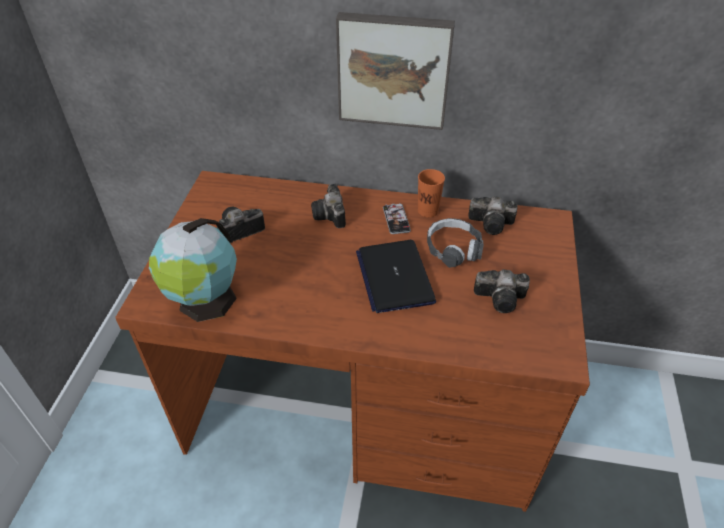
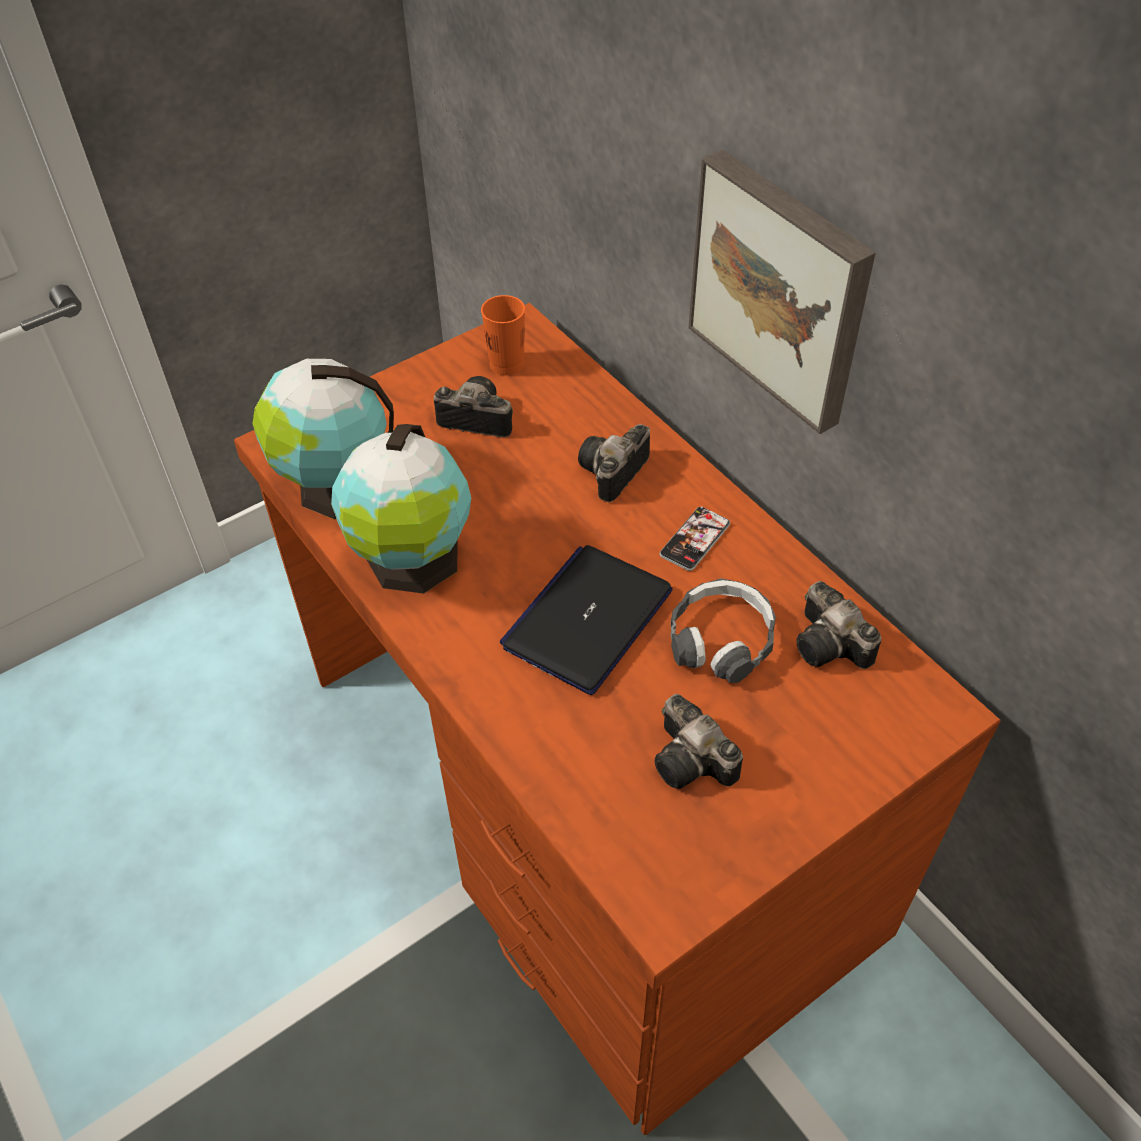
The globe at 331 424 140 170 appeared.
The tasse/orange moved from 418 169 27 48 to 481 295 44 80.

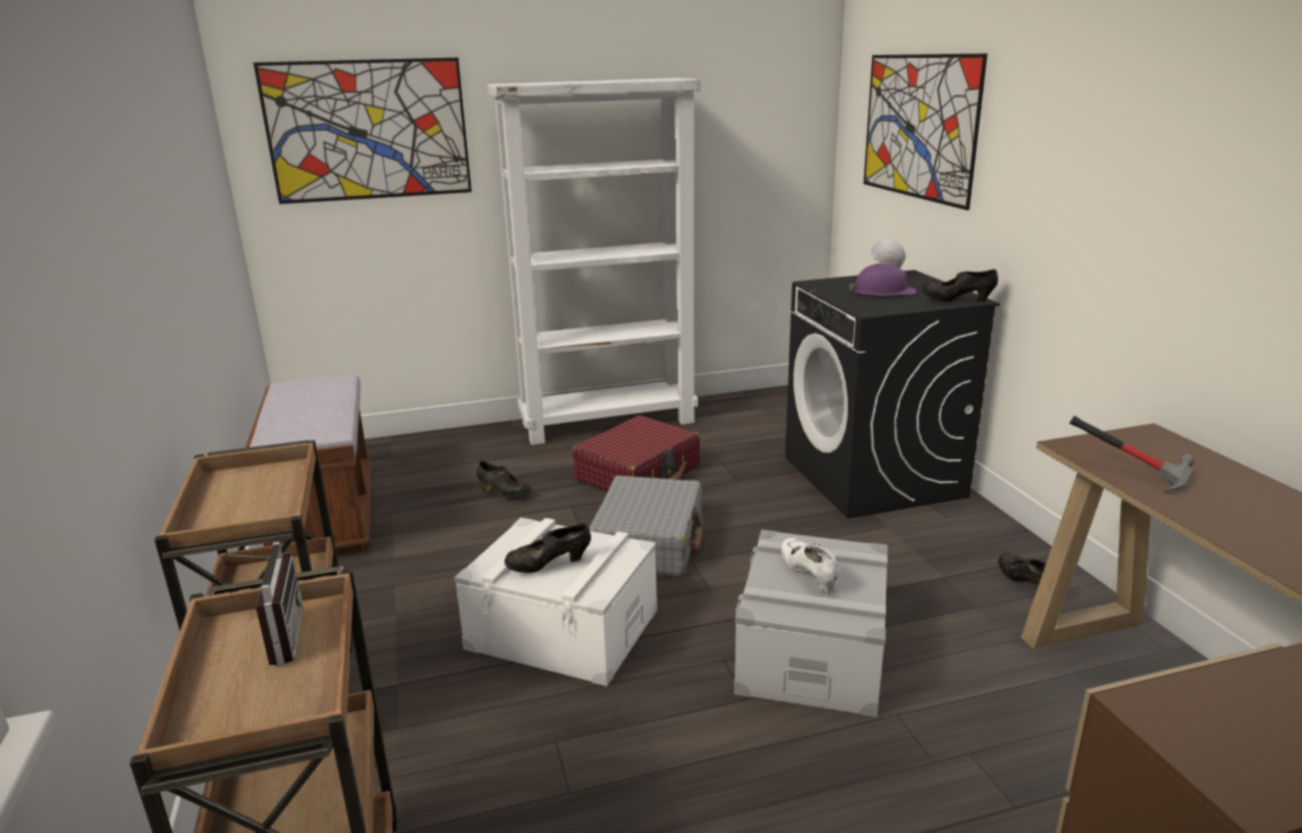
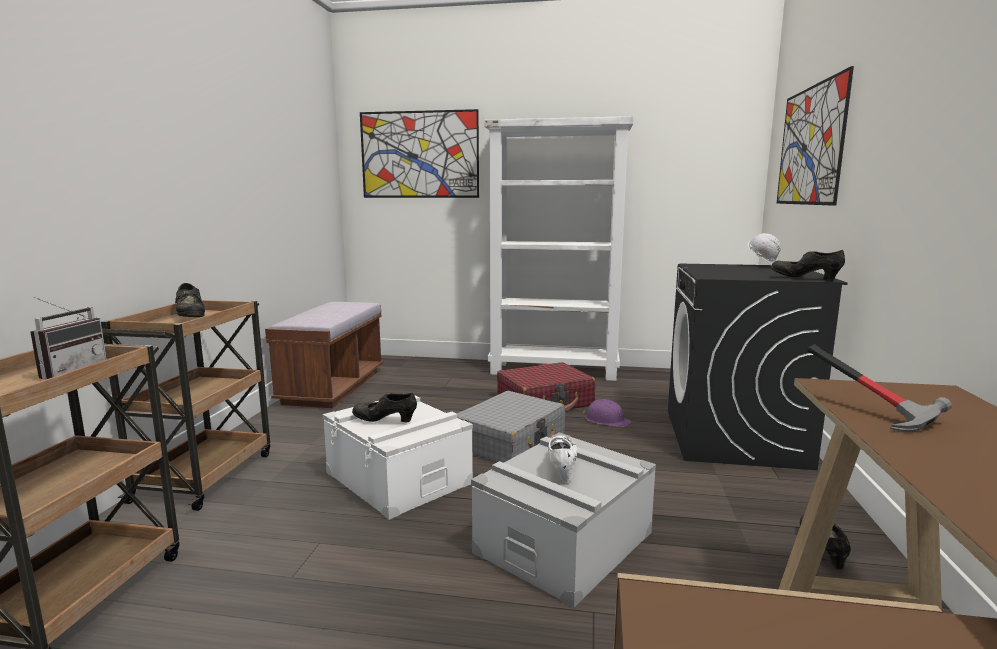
The chaussure/noir moved from 477 461 54 36 to 175 283 30 34.
The casque de chantier/violet moved from 849 264 68 32 to 583 399 49 28.

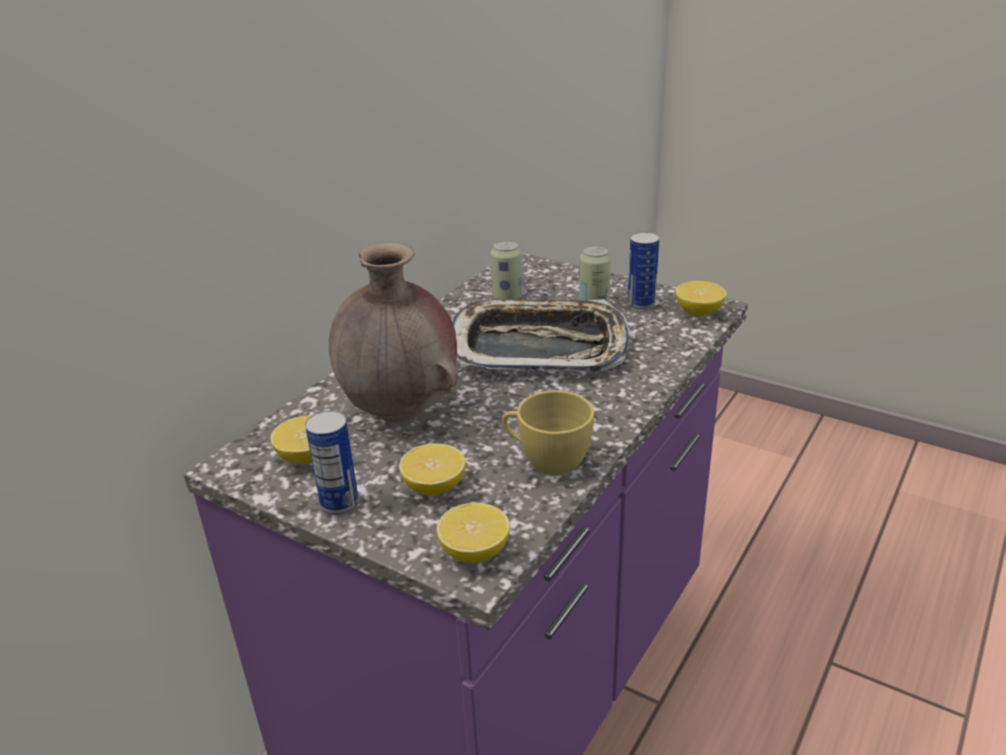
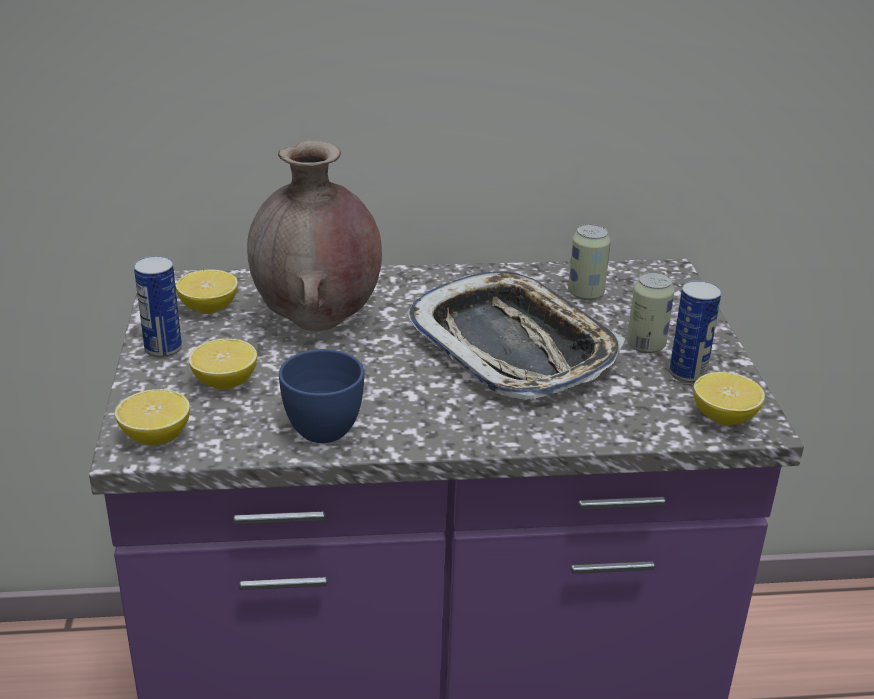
The tasse/jaune at 502 391 92 85 became the tasse/bleu at 279 349 85 94.

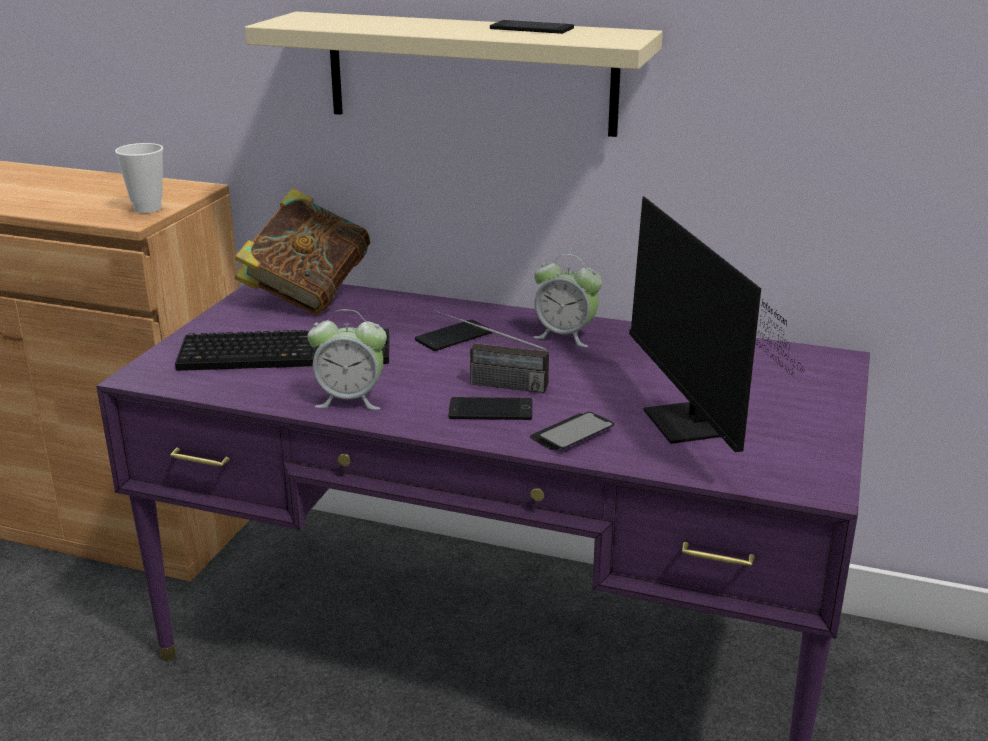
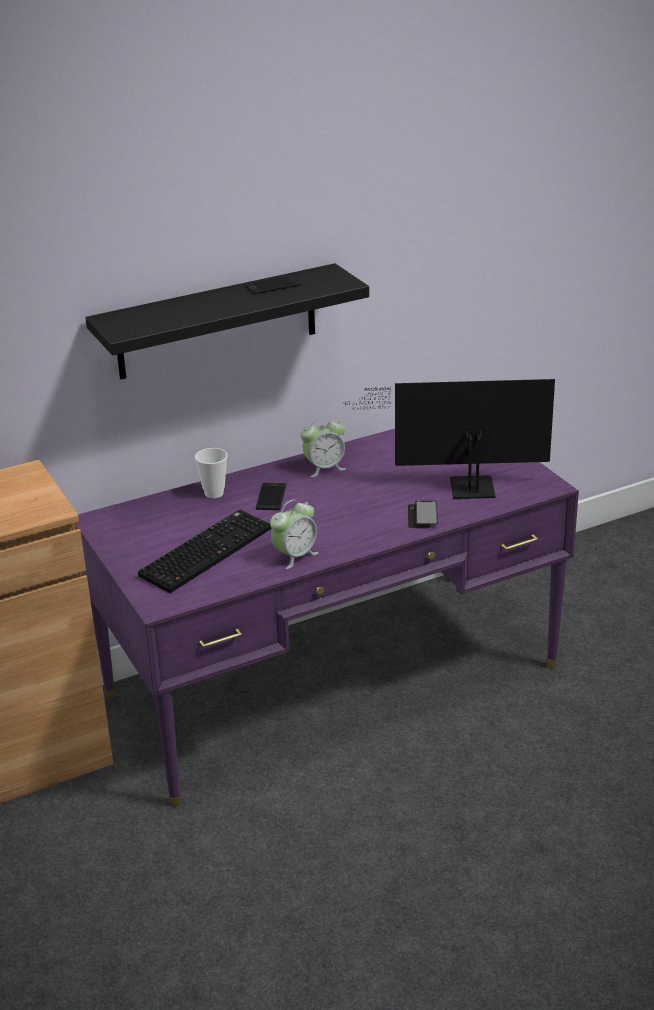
The livre at 235 188 135 126 disappeared.
The radio at 434 310 115 83 disappeared.
The téléphone at 448 397 84 23 disappeared.
The tasse moved from 115 143 48 70 to 195 448 33 50.
The étagère/beige at 245 11 418 126 became the étagère/noir at 85 263 284 116.
The écran d'ordinateur at 629 196 176 256 turned 150 degrees clockwise.

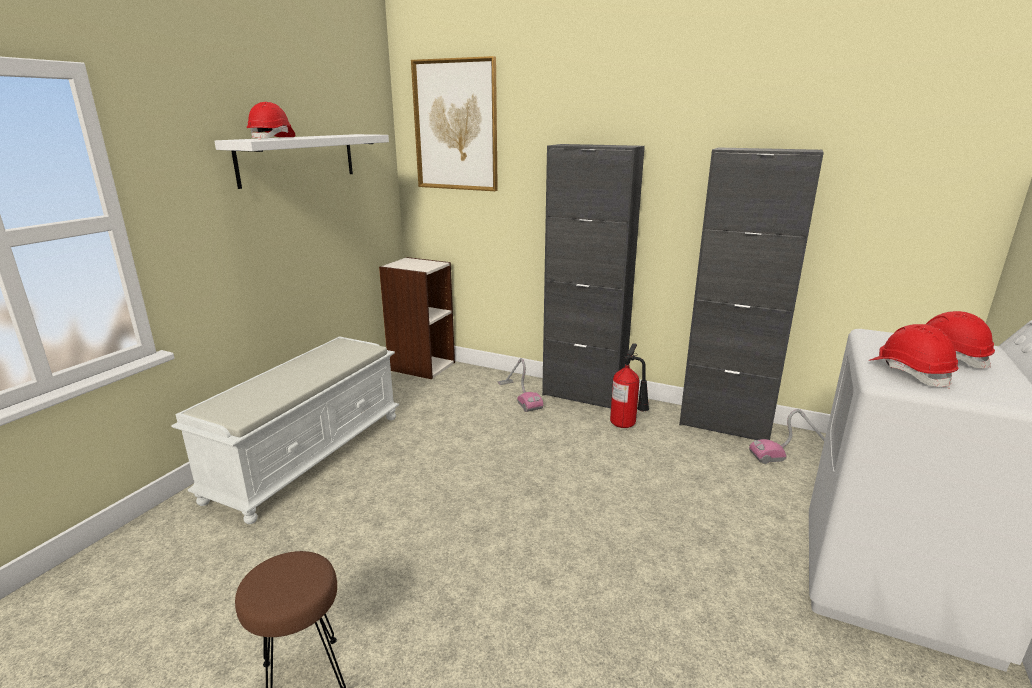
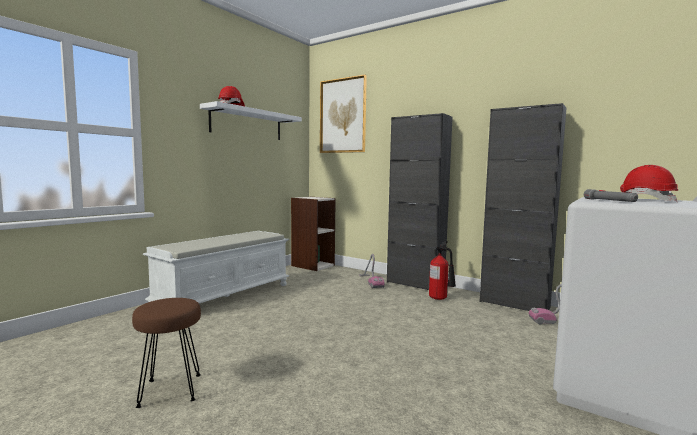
The casque de chantier/rouge at 868 324 90 65 was replaced by the lampe de poche/gris at 584 189 54 13.

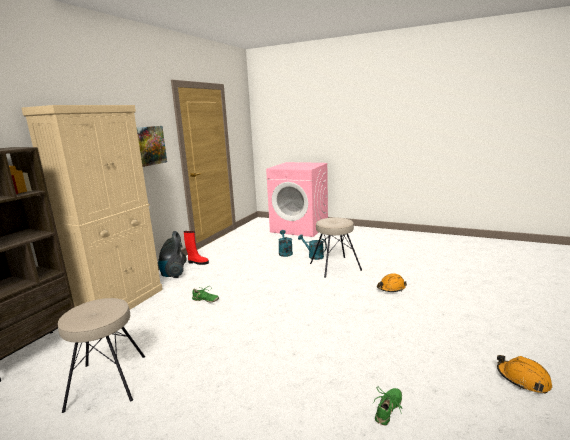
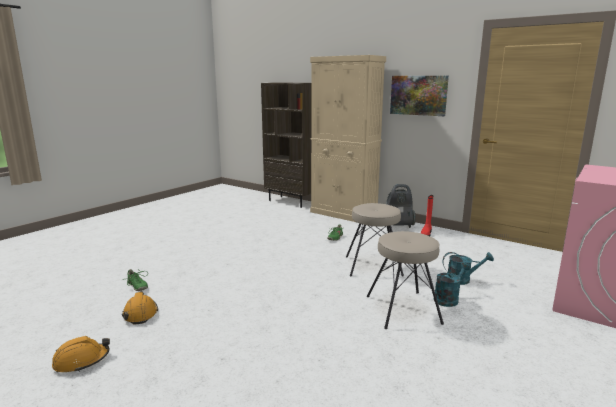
The tabouret/beige moved from 58 298 87 115 to 346 203 58 73.
The casque de chantier/orange moved from 377 273 30 19 to 122 291 36 33.

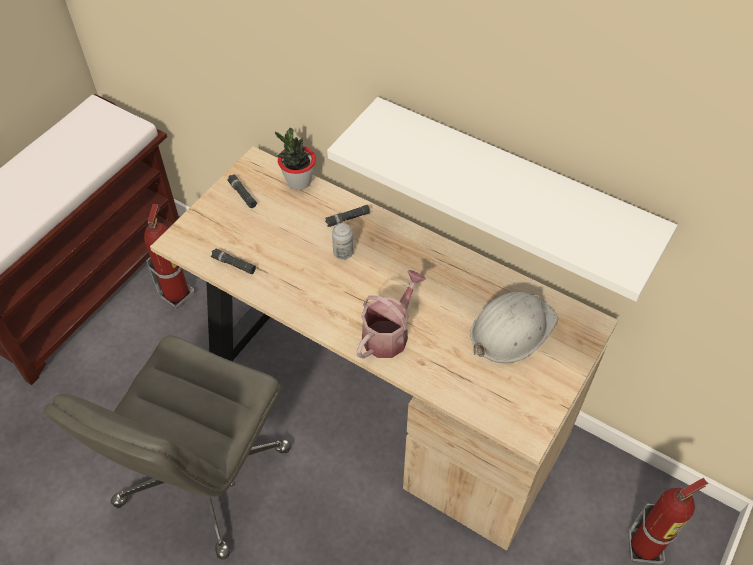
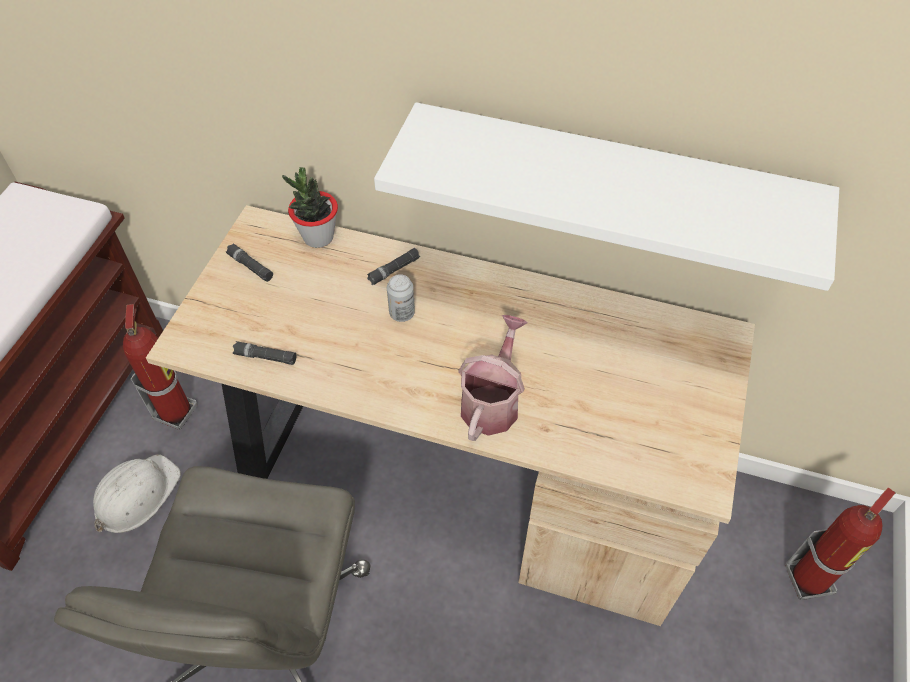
The casque de chantier/blanc moved from 470 292 88 71 to 93 454 88 79.

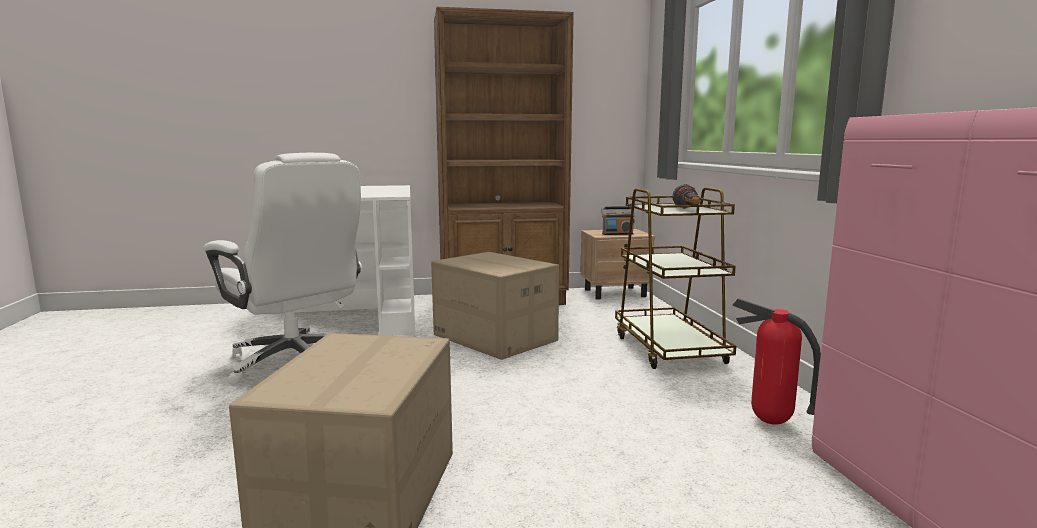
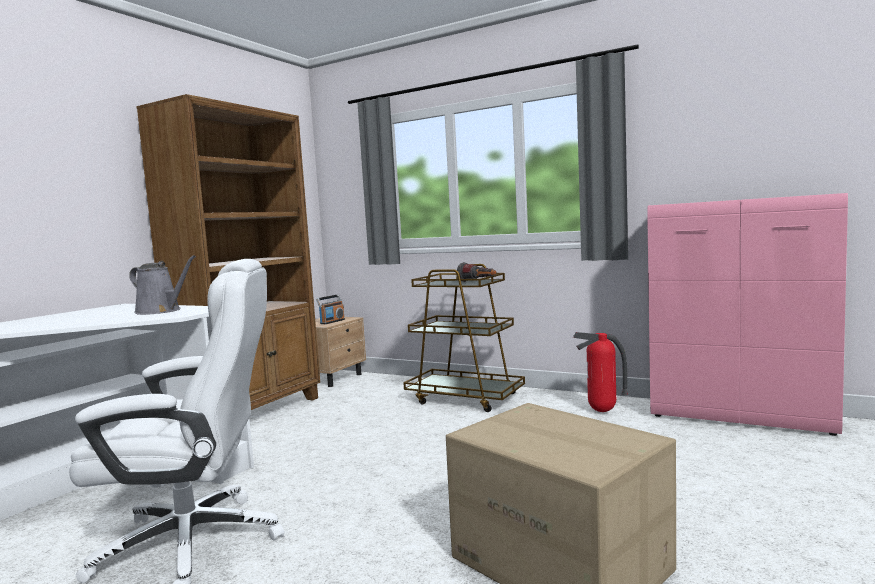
The carton at 431 252 128 108 disappeared.
The arrosoir/gris at 129 255 67 60 appeared.

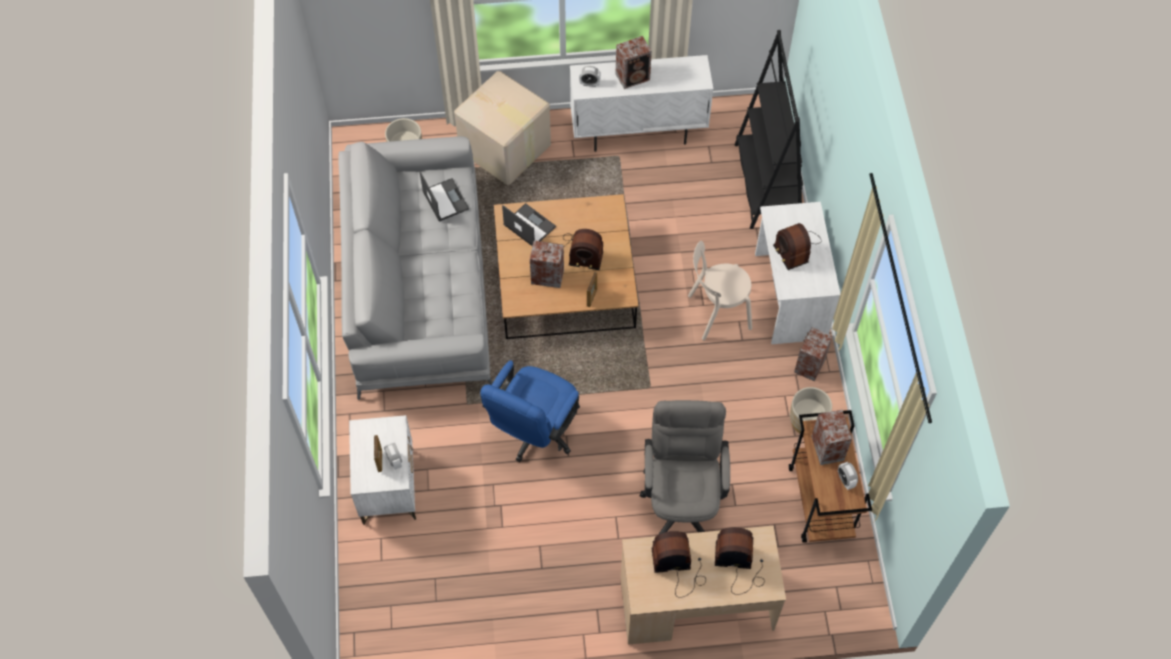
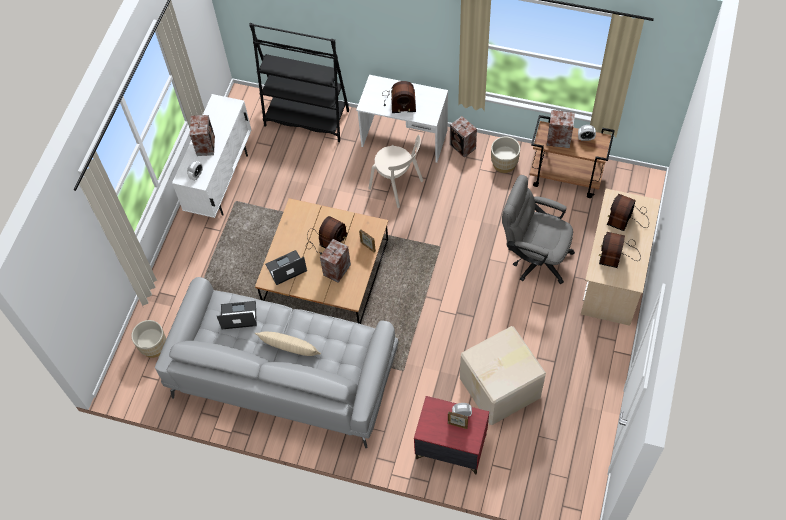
The chaise de bureau/bleu at 480 360 100 102 disappeared.
The coussin/beige at 255 332 66 24 appeared.
The carton moved from 454 71 97 114 to 460 326 86 99.
The table de chevet/blanc at 349 415 67 110 became the table de chevet/rouge at 414 396 75 78.
The chaise/beige at 688 241 64 99 turned 60 degrees counterclockwise.

